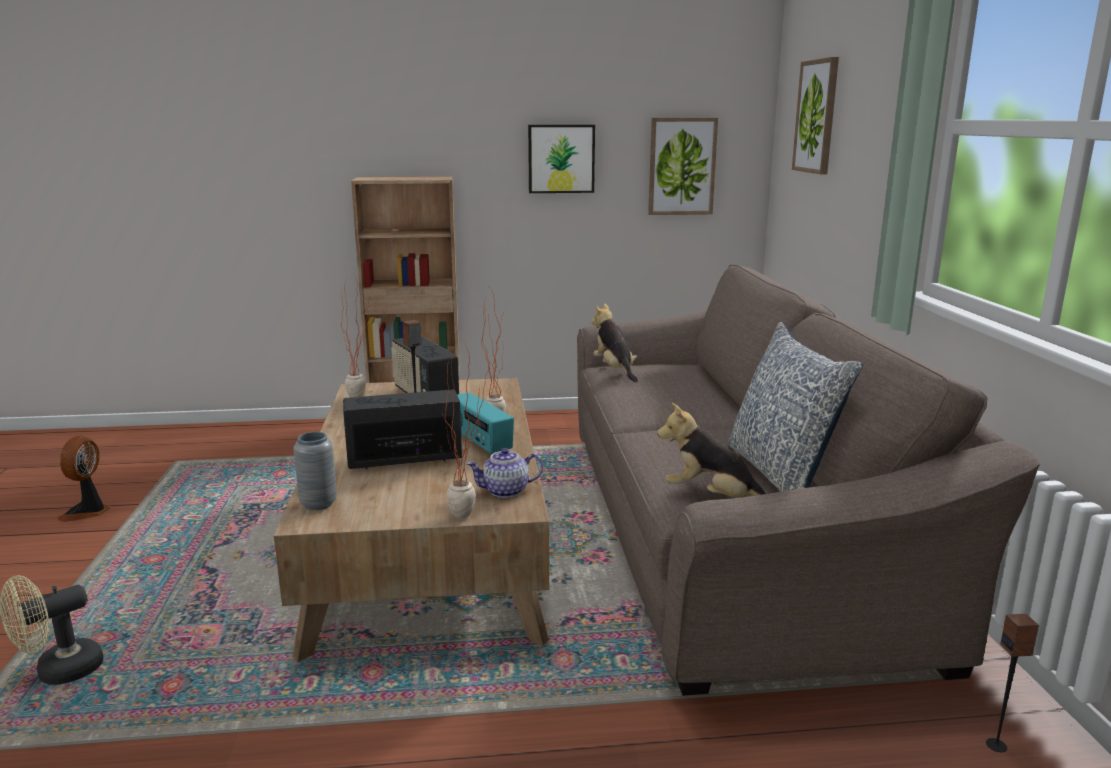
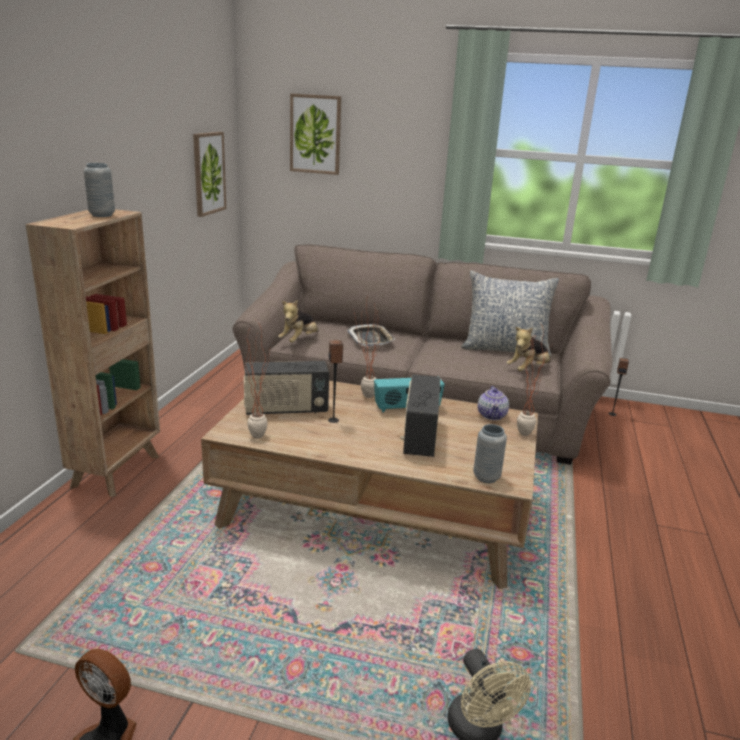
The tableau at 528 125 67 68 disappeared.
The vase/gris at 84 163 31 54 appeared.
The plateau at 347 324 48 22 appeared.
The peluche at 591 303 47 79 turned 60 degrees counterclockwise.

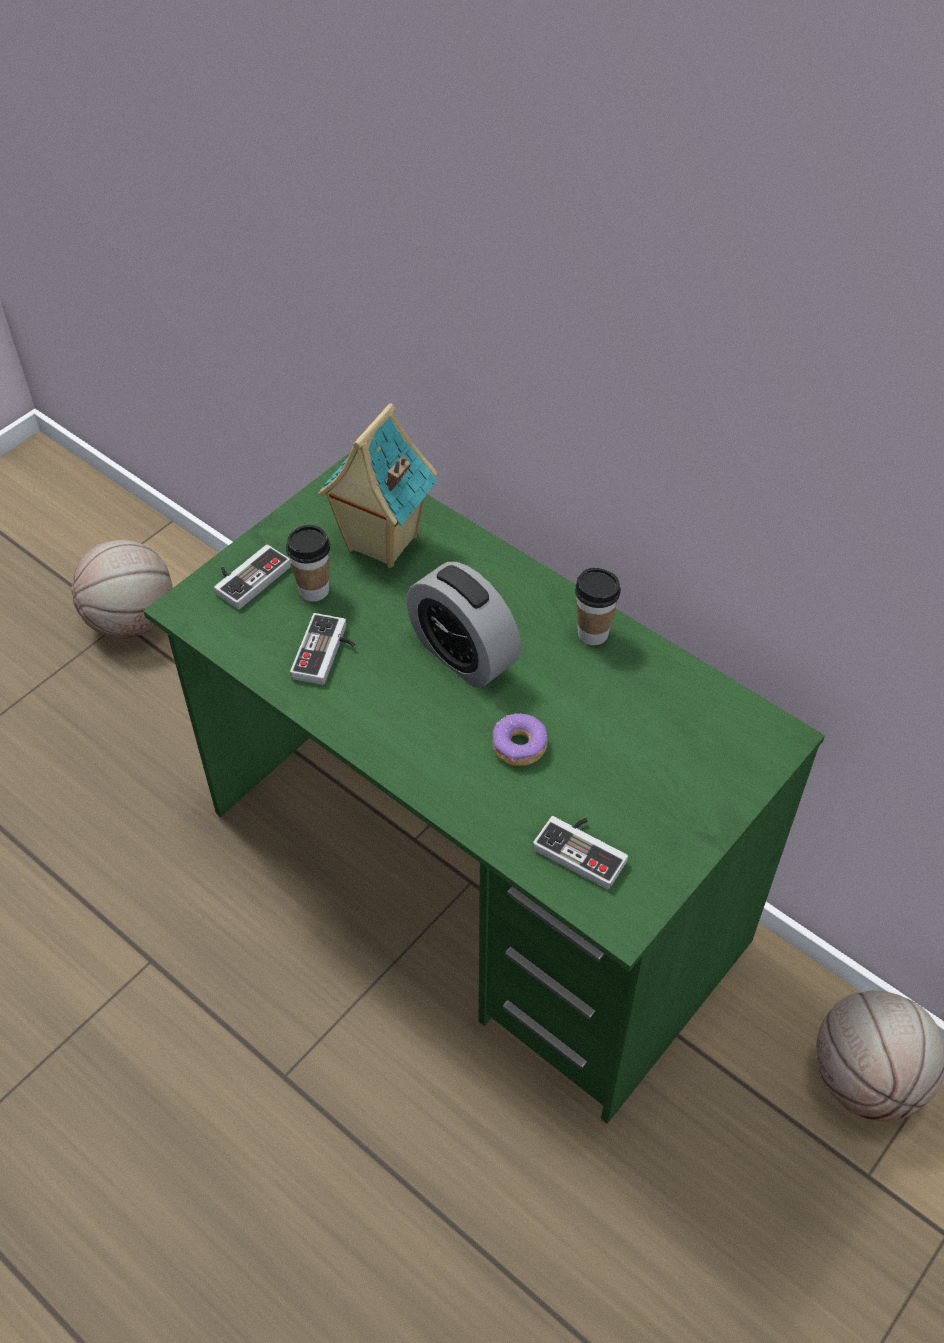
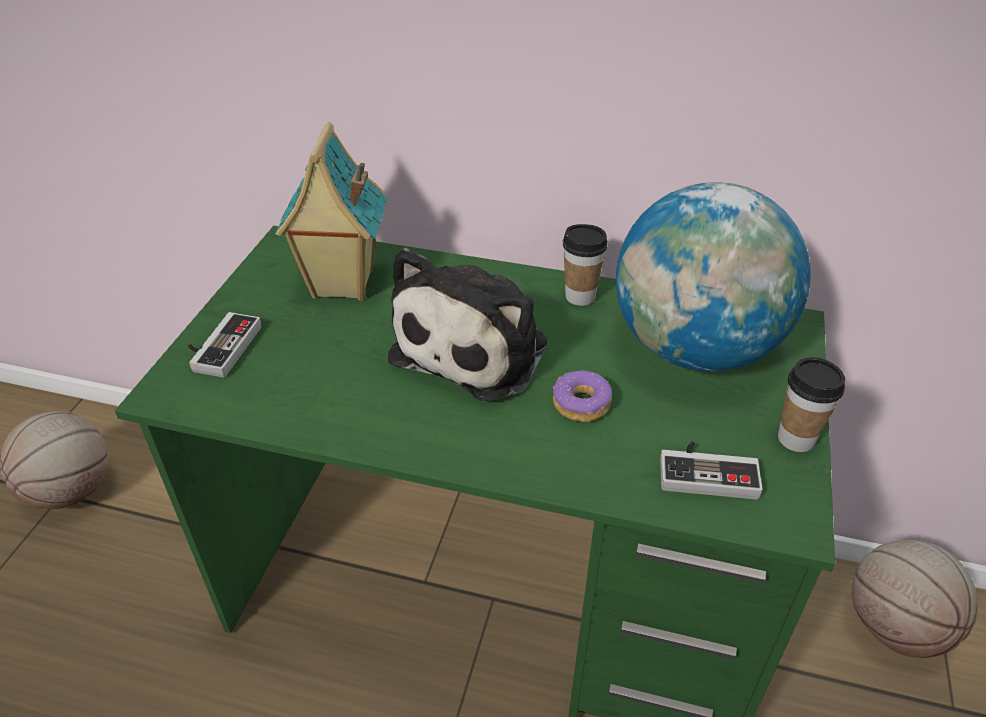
The manette at 290 613 65 72 disappeared.
The globe at 616 182 195 190 appeared.
The tasse moved from 286 525 44 77 to 778 357 67 95.
The réveil at 406 562 115 126 was replaced by the peluche at 388 248 159 153.

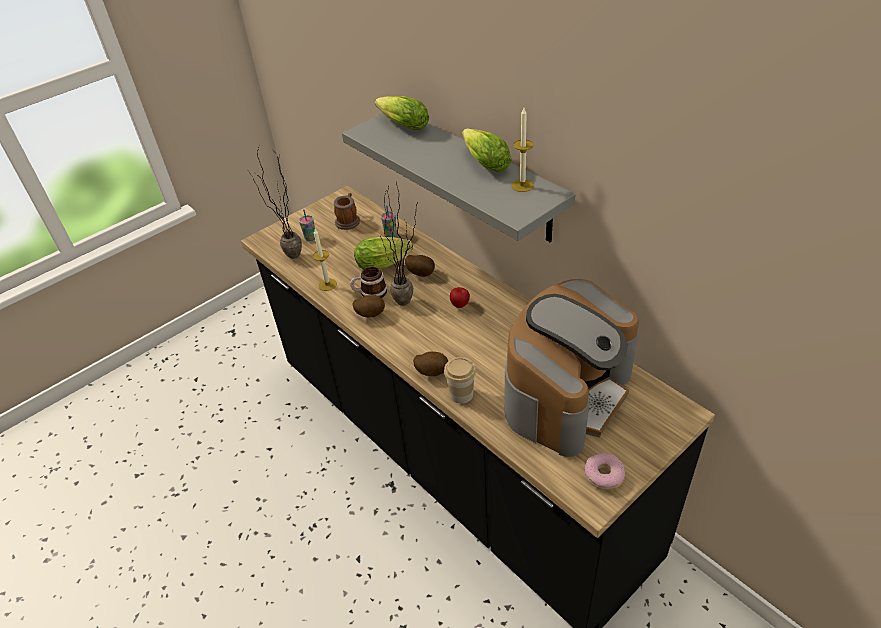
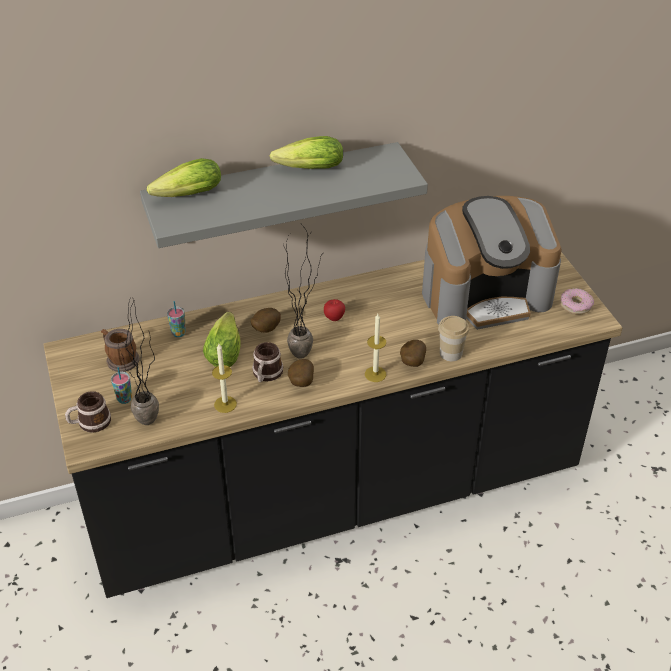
The mug at 65 391 46 41 appeared.
The bougie moved from 511 108 23 84 to 365 314 21 68.
The machine à café at 504 279 135 178 turned 105 degrees clockwise.

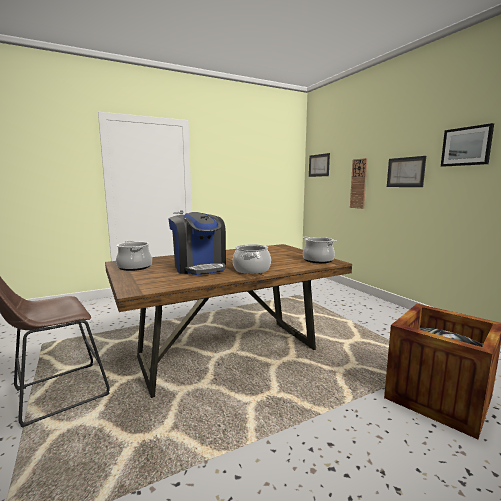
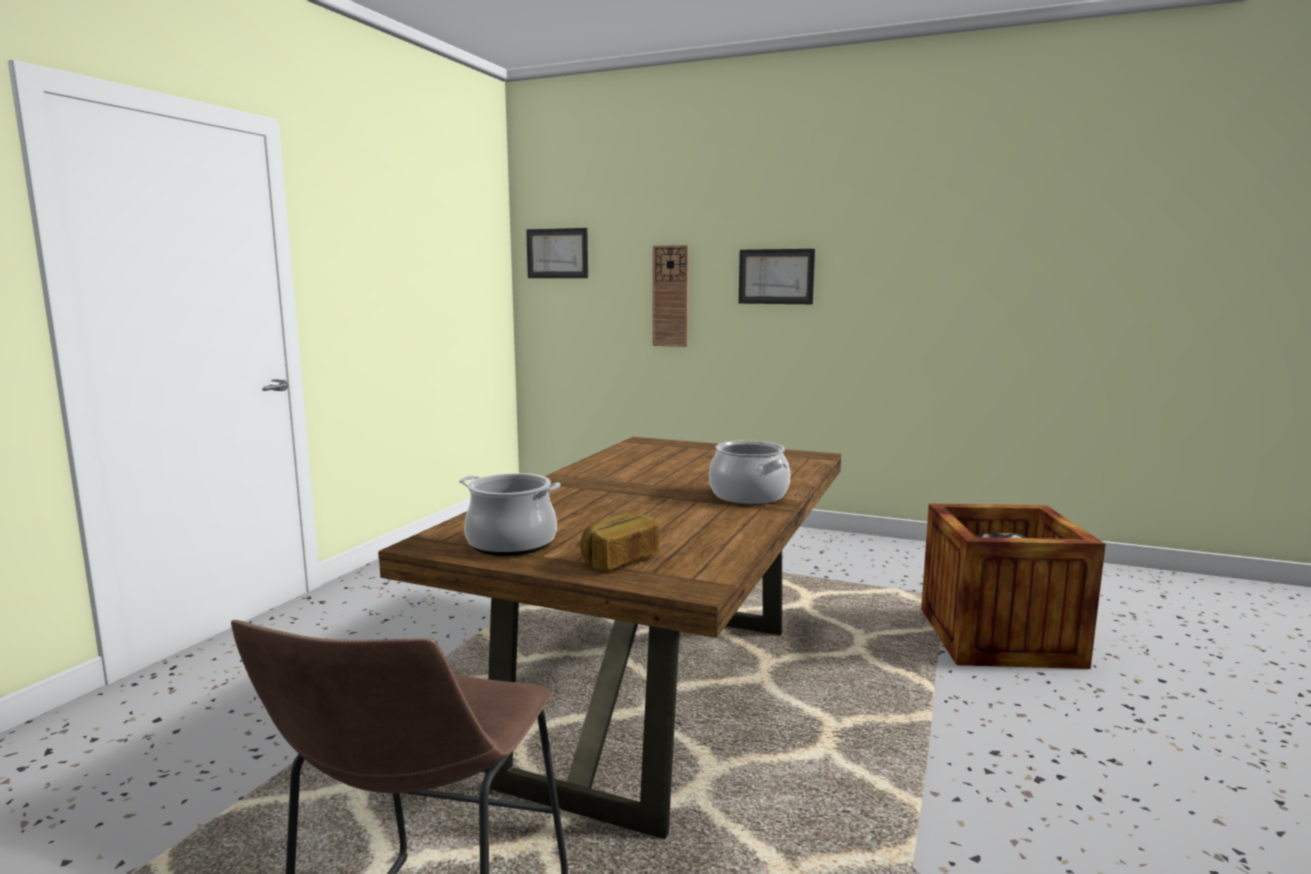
The machine à café at 168 212 58 63 disappeared.
The marmite at 303 236 34 27 disappeared.
The tableau at 441 123 53 44 disappeared.
The pain at 580 513 79 57 appeared.

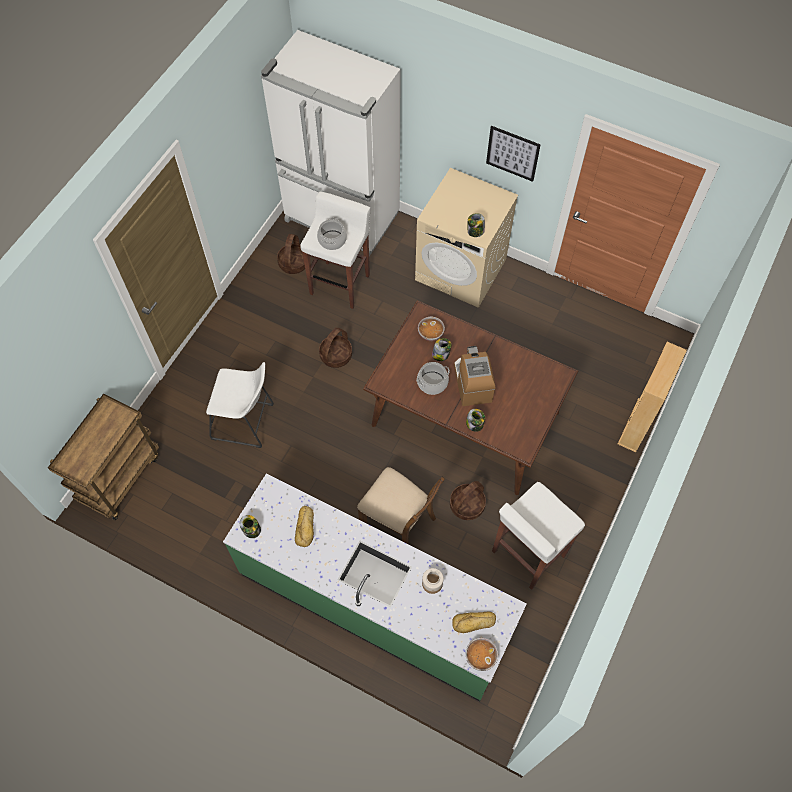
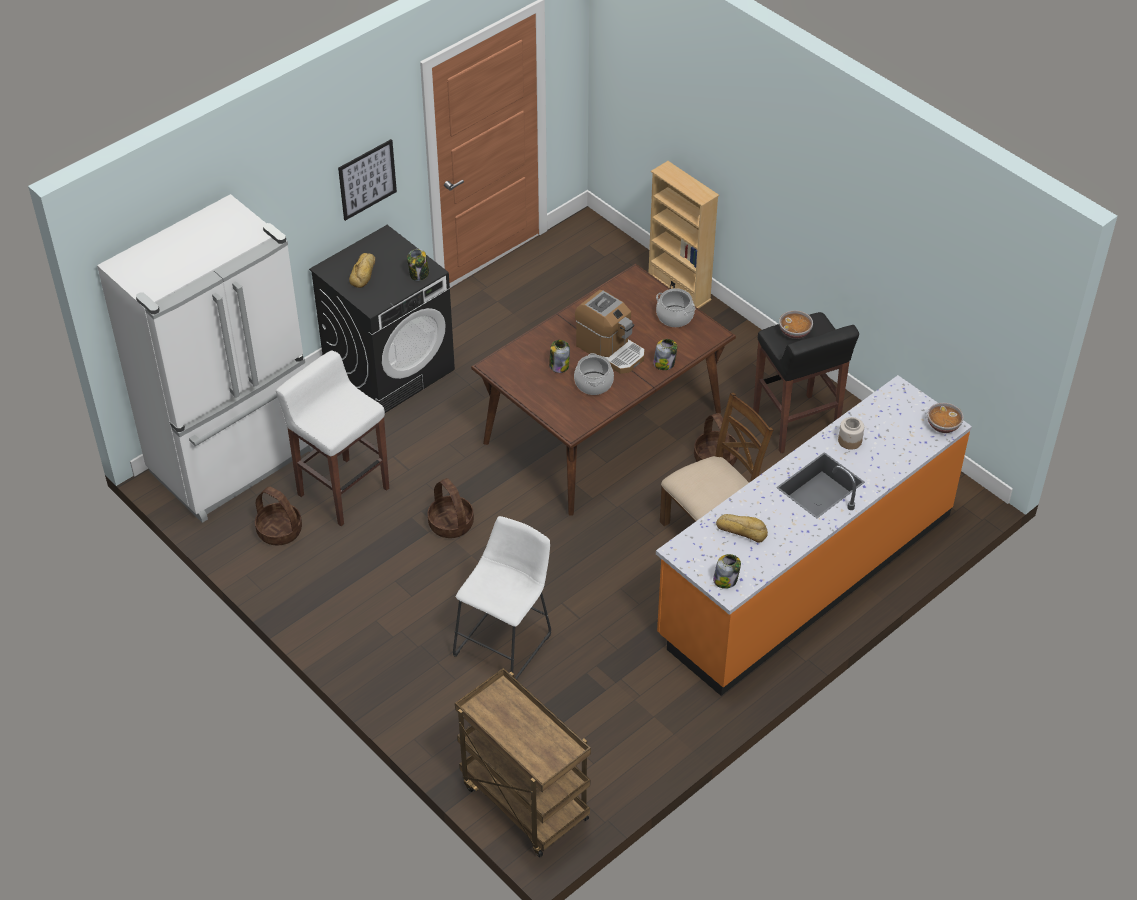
The marmite moved from 317 218 30 32 to 656 288 40 39.
The bol moved from 418 317 27 24 to 779 310 34 29.
The pain moved from 452 611 44 22 to 349 253 26 35.
The comptoir de cuisine/vert at 223 473 304 228 became the comptoir de cuisine/orange at 656 375 316 321.
The lave-linge/beige at 415 168 103 140 became the lave-linge/noir at 309 225 146 188.
The tabouret/blanc at 492 482 93 108 became the tabouret/noir at 753 312 106 141.
The machine à café at 454 346 42 60 turned 150 degrees counterclockwise.

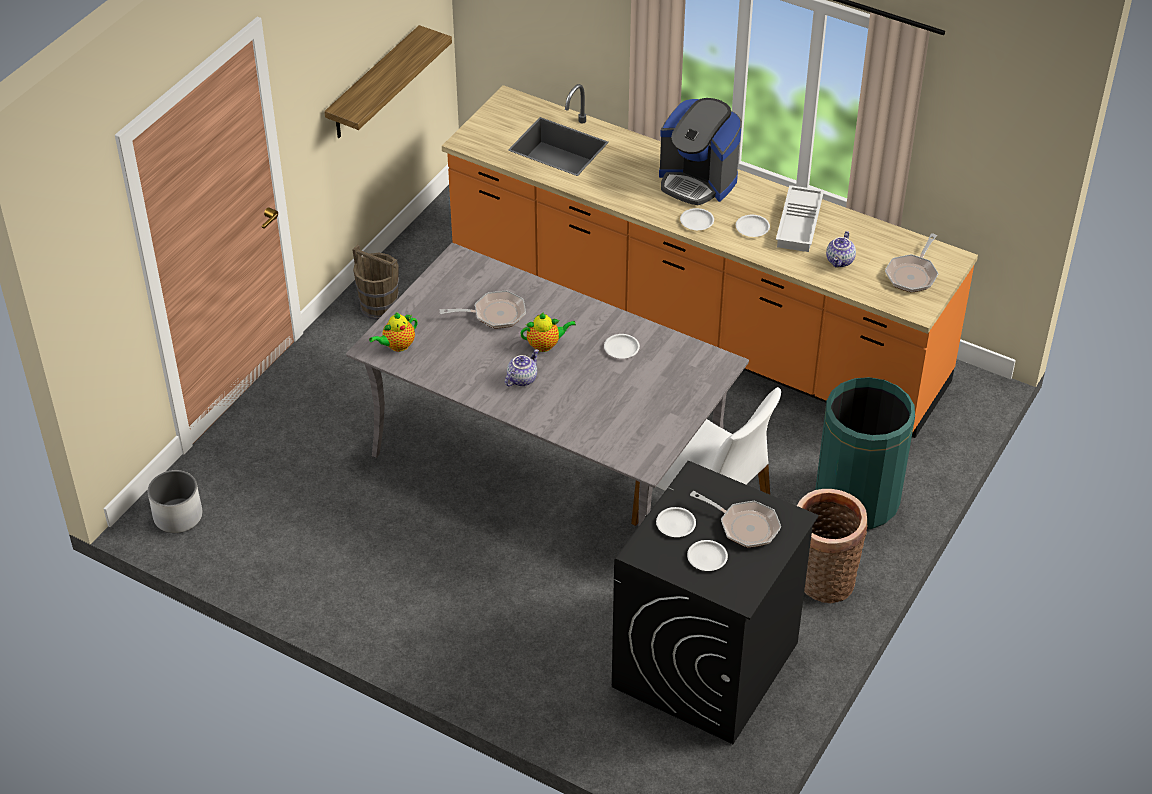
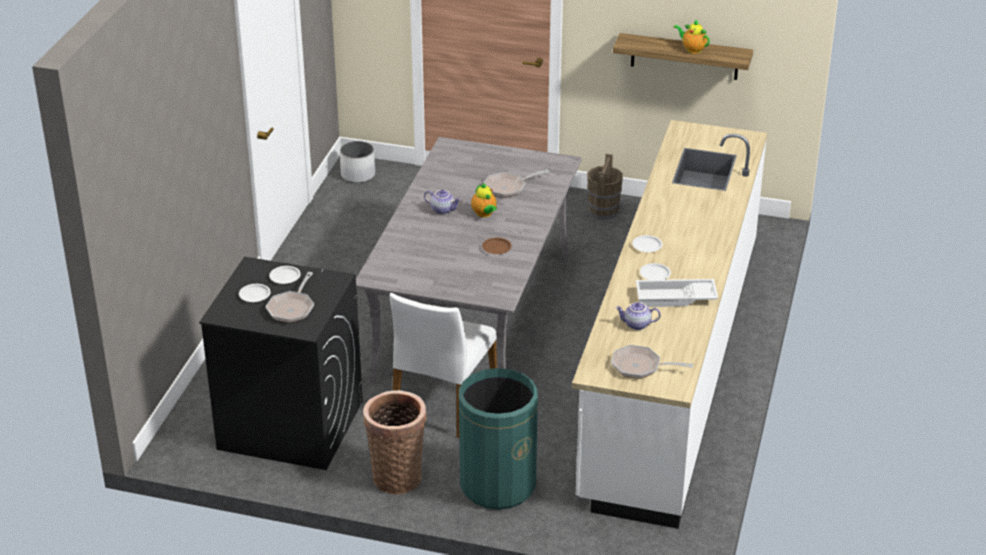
The machine à café at 659 98 83 107 disappeared.
The théière moved from 369 312 49 40 to 674 20 36 34.
The comptoir de cuisine/orange at 442 84 536 354 became the comptoir de cuisine/blanc at 572 120 195 409.
The assiette/blanc at 604 334 36 25 became the assiette/marron at 482 238 30 16.
The poêle at 440 291 86 38 turned 90 degrees clockwise.

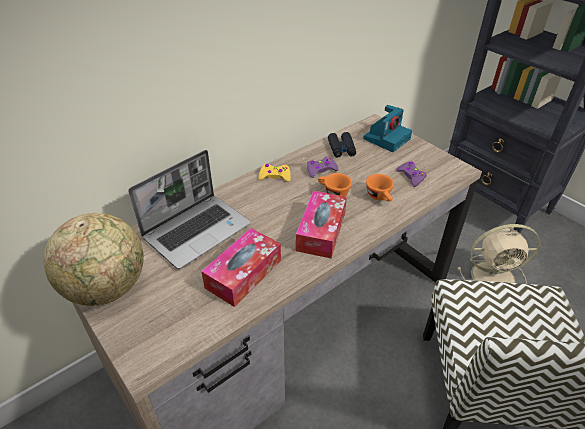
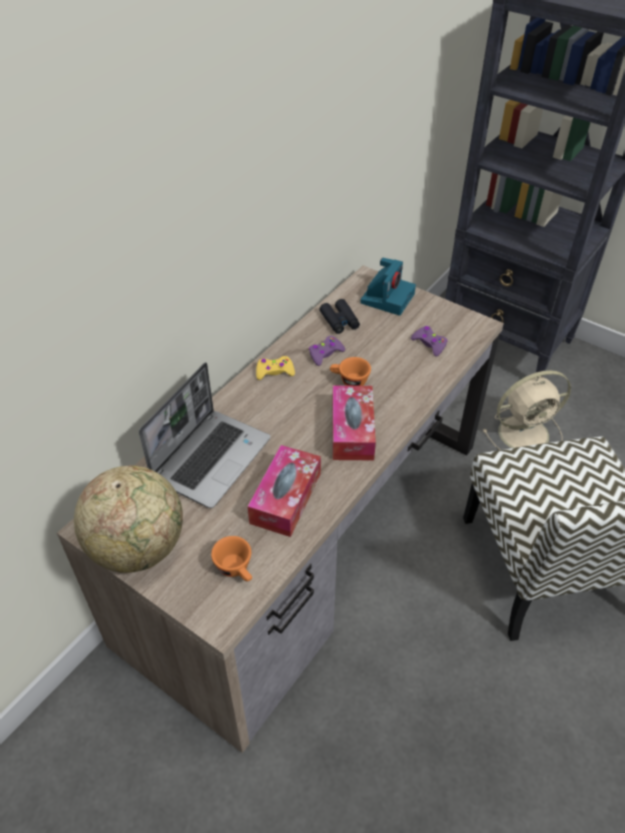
The tasse/orange moved from 366 174 28 28 to 211 536 41 45.

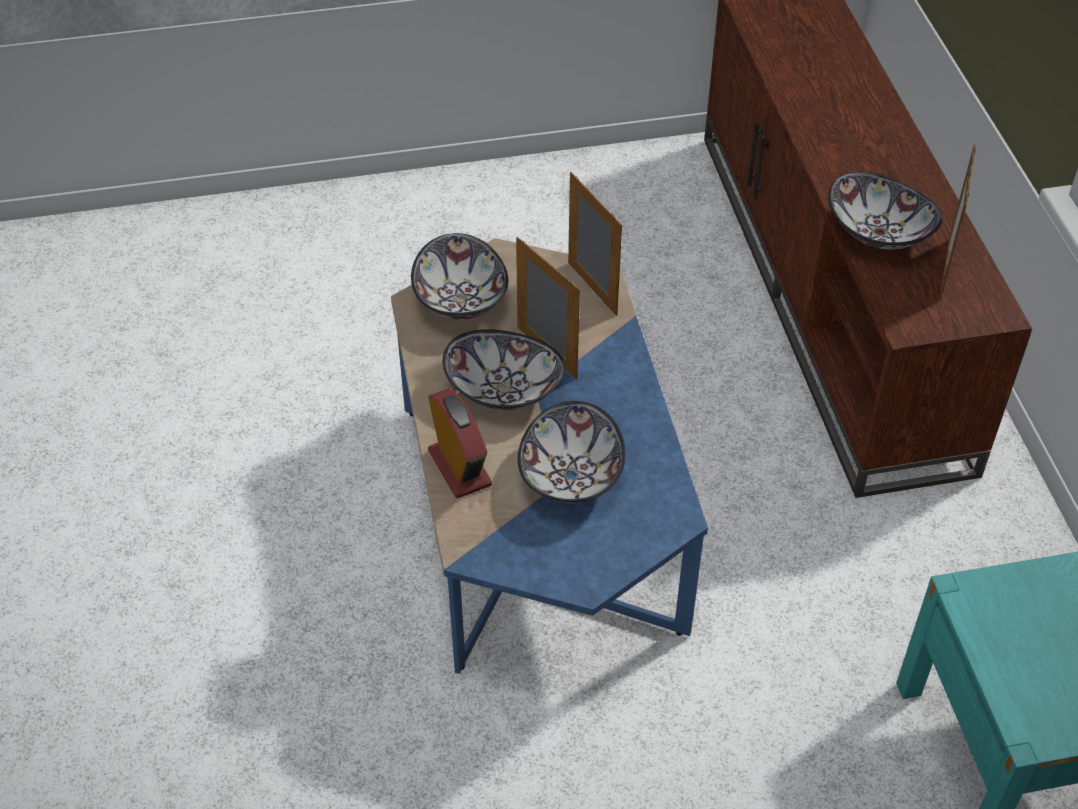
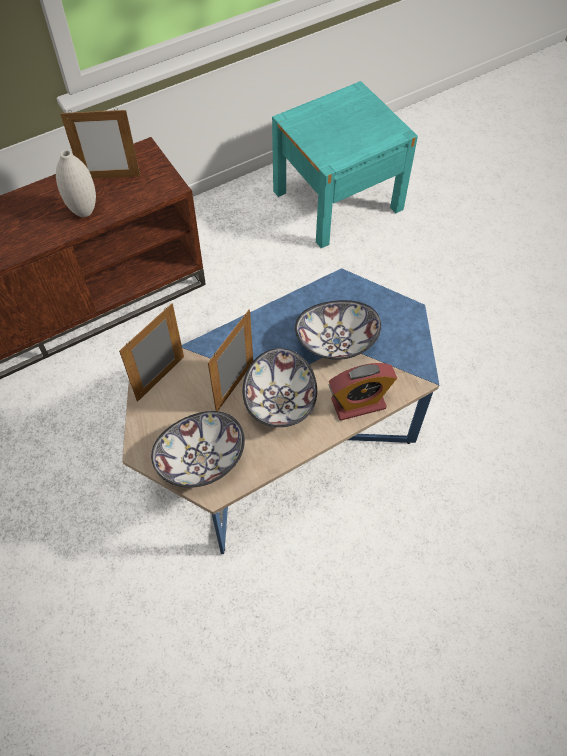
The bol at 828 171 114 79 was replaced by the vase/blanc at 56 150 40 67.
The réveil at 428 389 64 109 turned 150 degrees counterclockwise.

